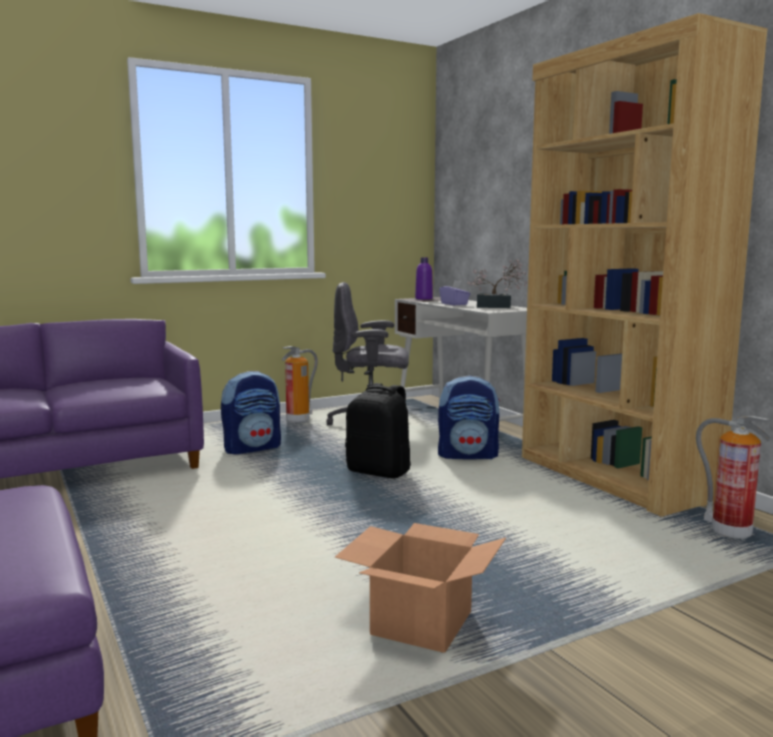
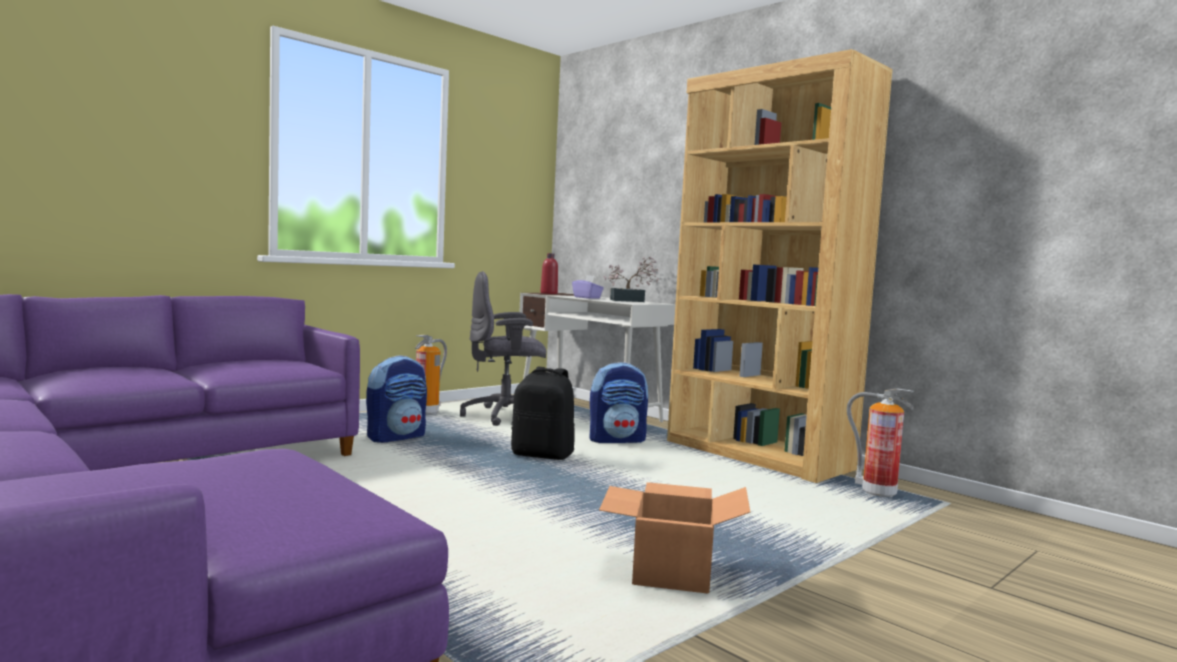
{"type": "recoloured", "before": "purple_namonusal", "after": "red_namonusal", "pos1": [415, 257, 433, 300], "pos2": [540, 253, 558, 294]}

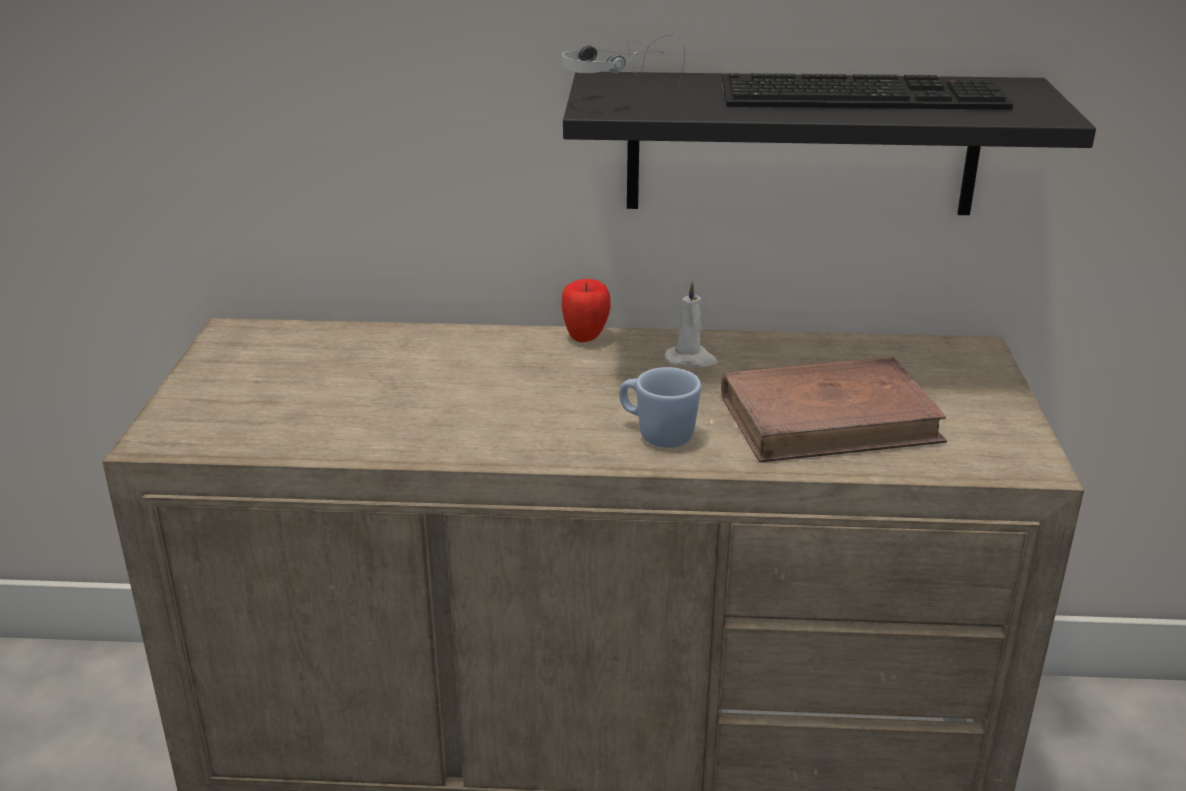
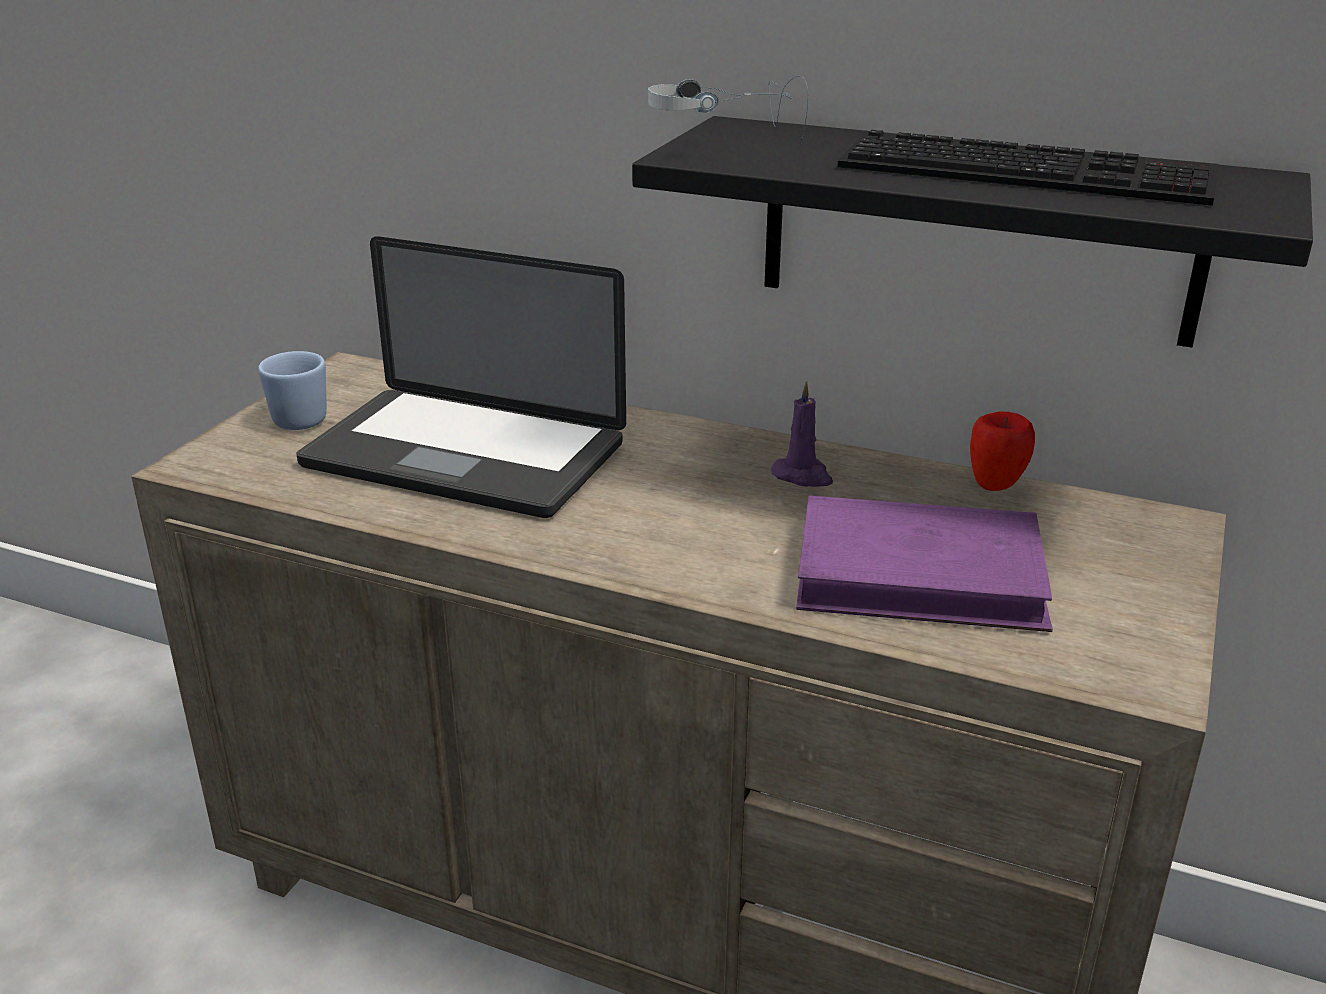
{"type": "added", "after": "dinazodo", "pos2": [296, 236, 626, 518]}
{"type": "moved", "before": "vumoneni", "pos1": [562, 279, 610, 342], "pos2": [970, 411, 1035, 491]}
{"type": "moved", "before": "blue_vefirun", "pos1": [619, 367, 701, 448], "pos2": [258, 351, 327, 430]}
{"type": "recoloured", "before": "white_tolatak", "after": "purple_tolatak", "pos1": [665, 281, 718, 368], "pos2": [771, 380, 833, 487]}
{"type": "recoloured", "before": "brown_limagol", "after": "purple_limagol", "pos1": [721, 357, 947, 462], "pos2": [796, 496, 1053, 632]}

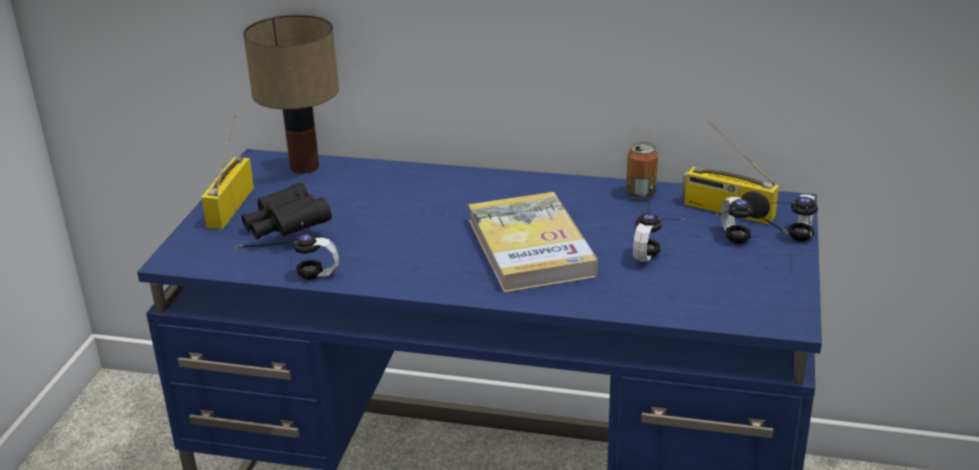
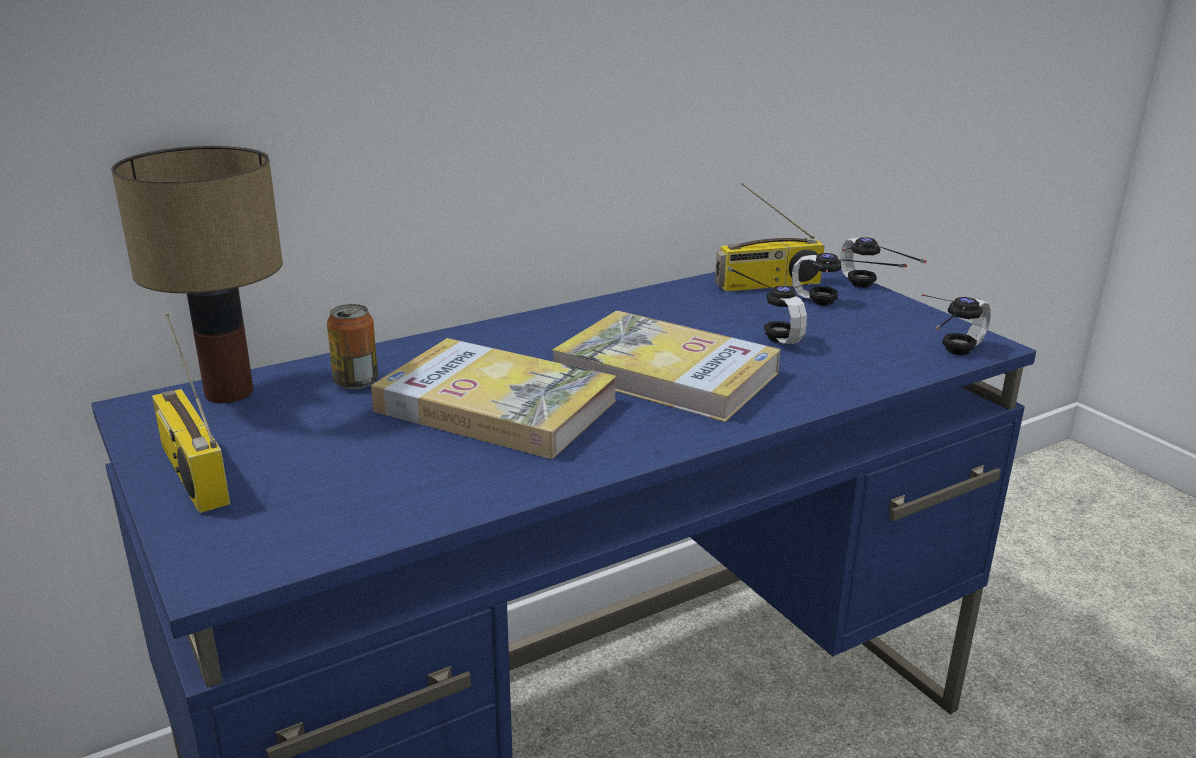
{"type": "removed", "before": "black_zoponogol", "pos1": [241, 182, 332, 240]}
{"type": "added", "after": "limagol", "pos2": [371, 338, 617, 459]}
{"type": "moved", "before": "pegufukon", "pos1": [236, 223, 339, 280], "pos2": [922, 294, 991, 355]}
{"type": "moved", "before": "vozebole", "pos1": [626, 142, 658, 199], "pos2": [327, 304, 378, 389]}

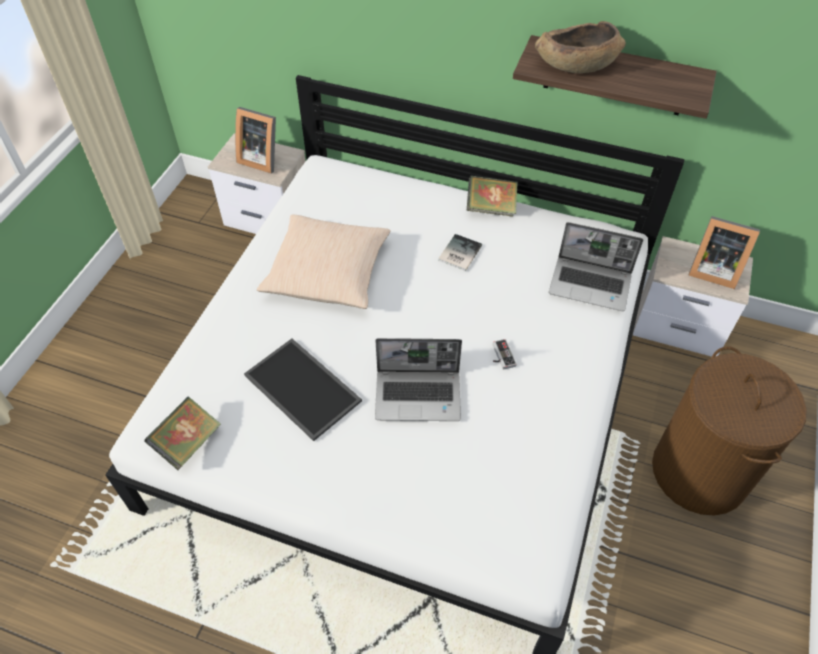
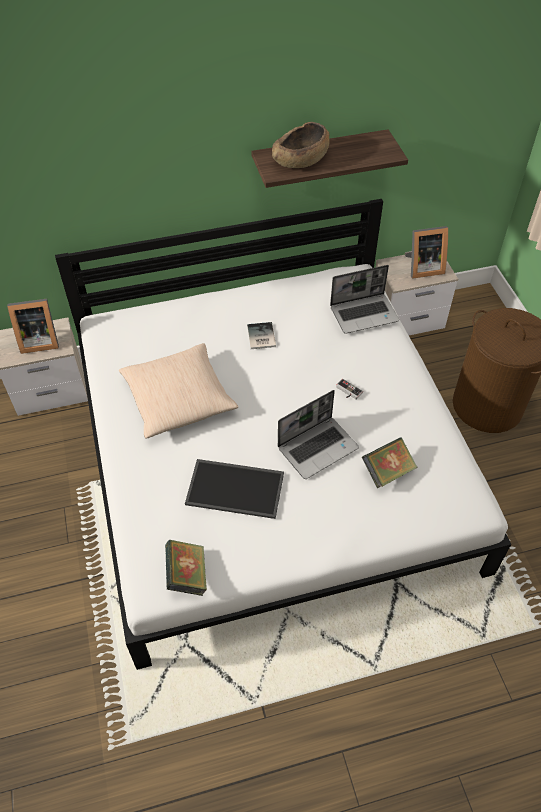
{"type": "moved", "before": "limagol", "pos1": [467, 175, 518, 217], "pos2": [362, 437, 417, 488]}

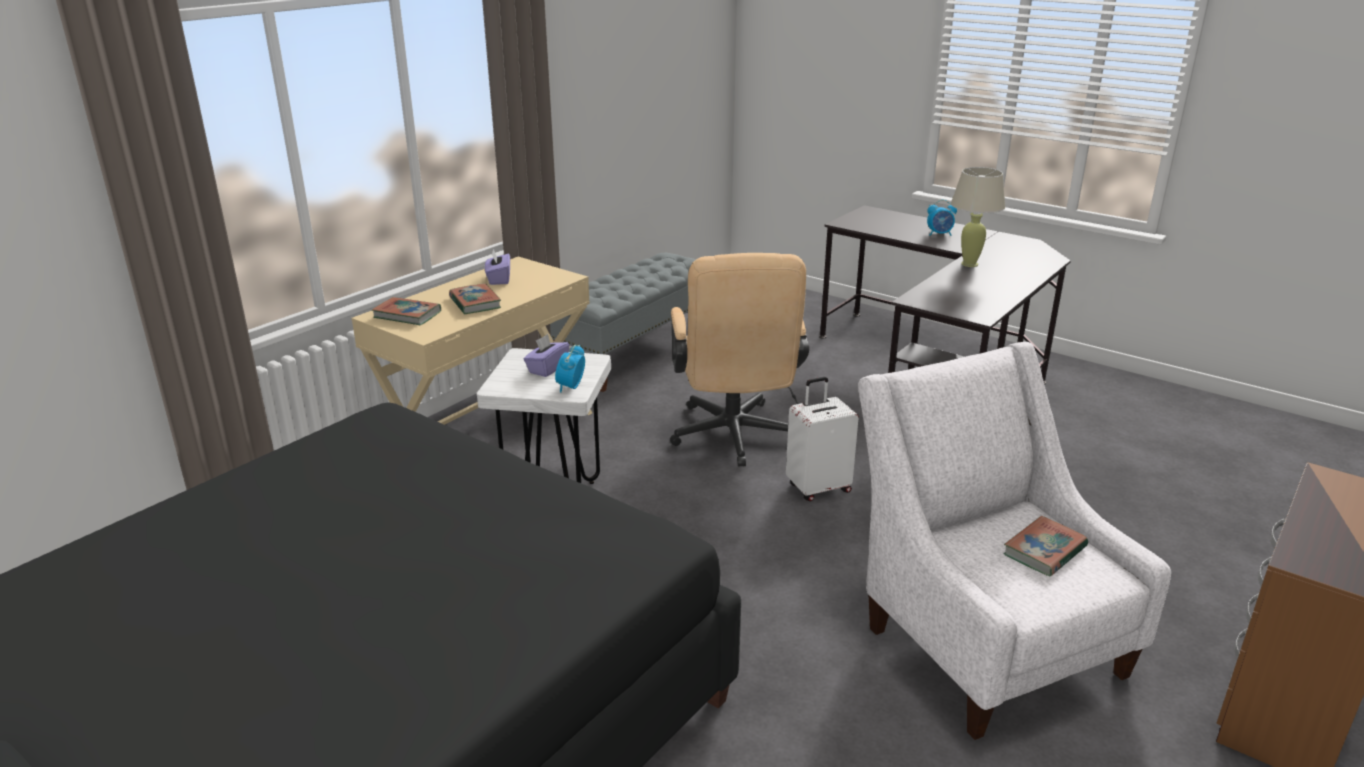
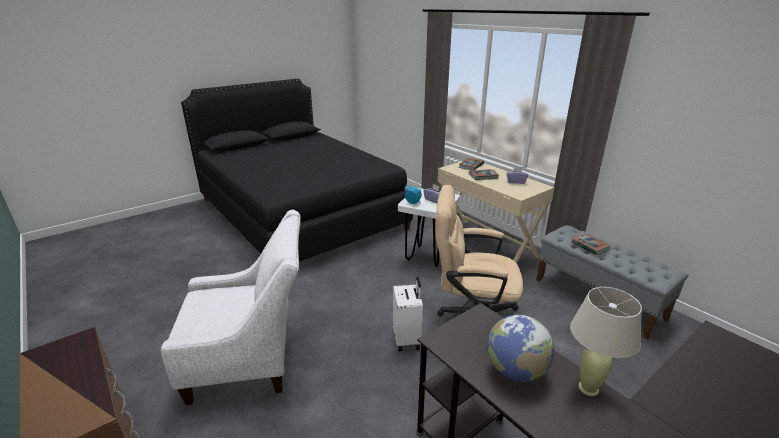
{"type": "removed", "before": "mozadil", "pos1": [927, 200, 957, 236]}
{"type": "added", "after": "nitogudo", "pos2": [487, 315, 555, 382]}
{"type": "moved", "before": "limagol", "pos1": [1004, 516, 1088, 576], "pos2": [571, 233, 611, 255]}

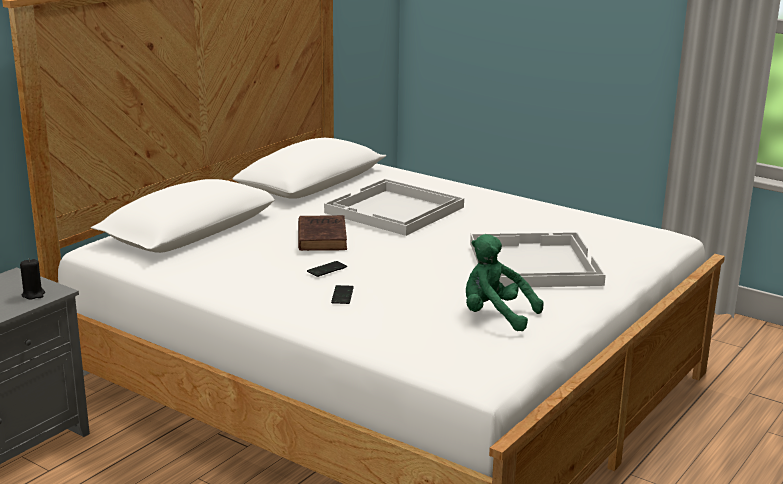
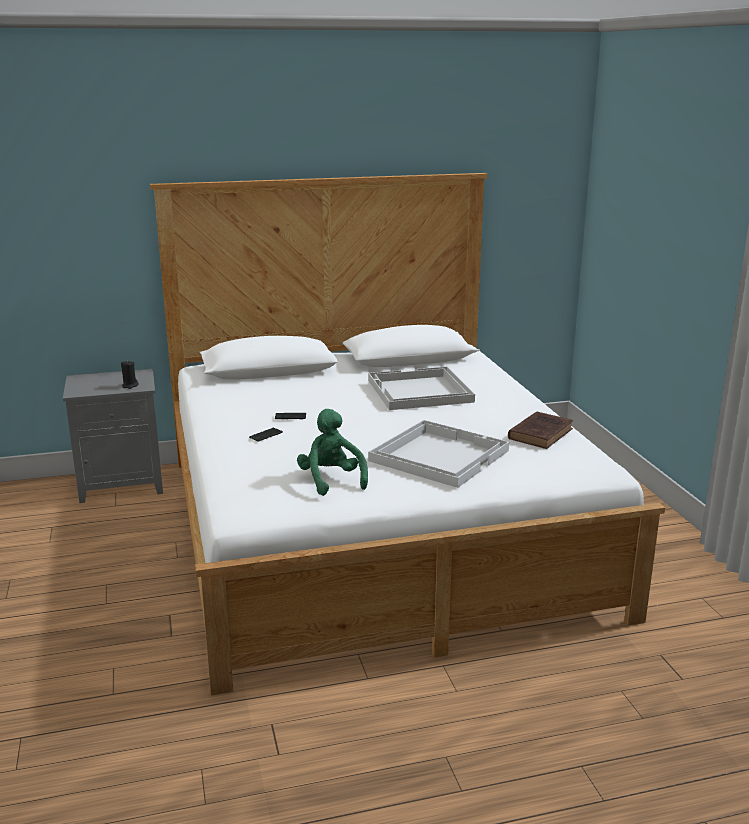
{"type": "moved", "before": "brown_limagol", "pos1": [298, 215, 347, 251], "pos2": [508, 411, 573, 449]}

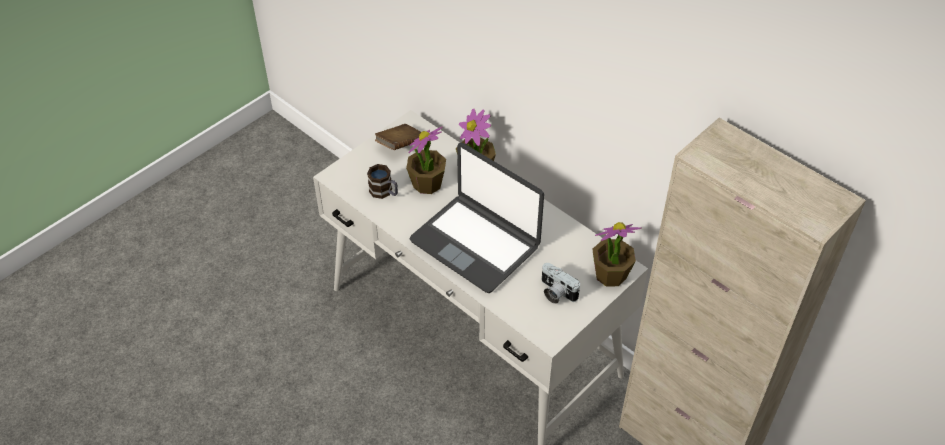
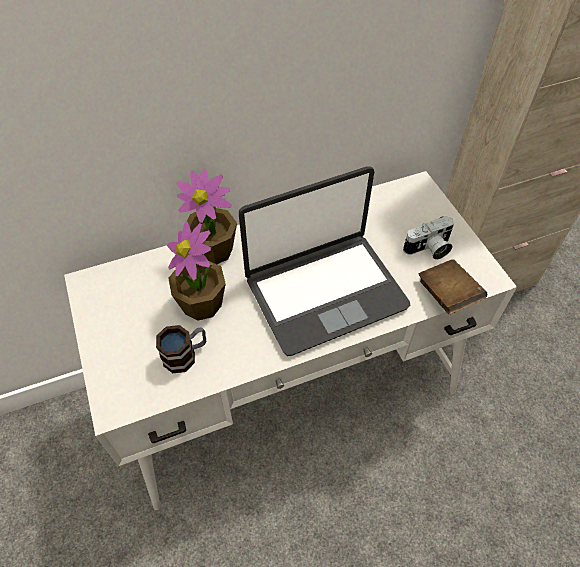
{"type": "removed", "before": "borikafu", "pos1": [592, 222, 642, 287]}
{"type": "moved", "before": "brown_limagol", "pos1": [375, 124, 421, 150], "pos2": [418, 259, 487, 314]}

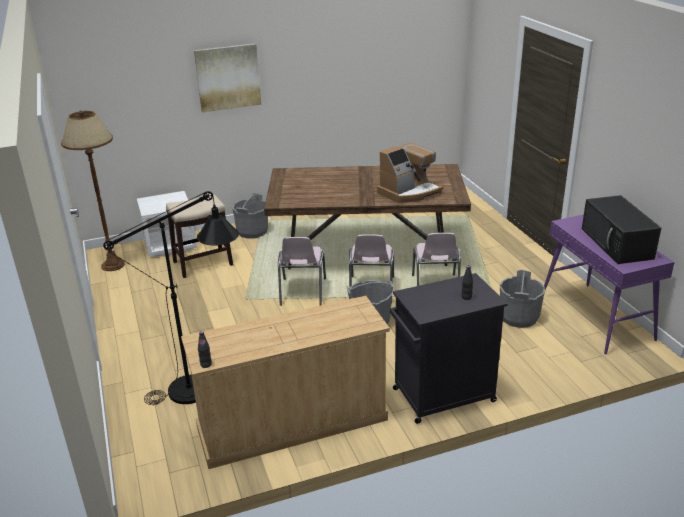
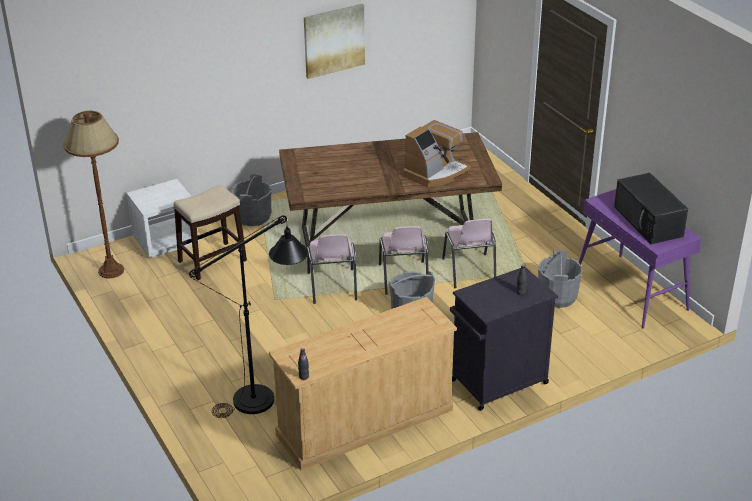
{"type": "moved", "before": "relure", "pos1": [194, 43, 261, 113], "pos2": [304, 4, 365, 79]}

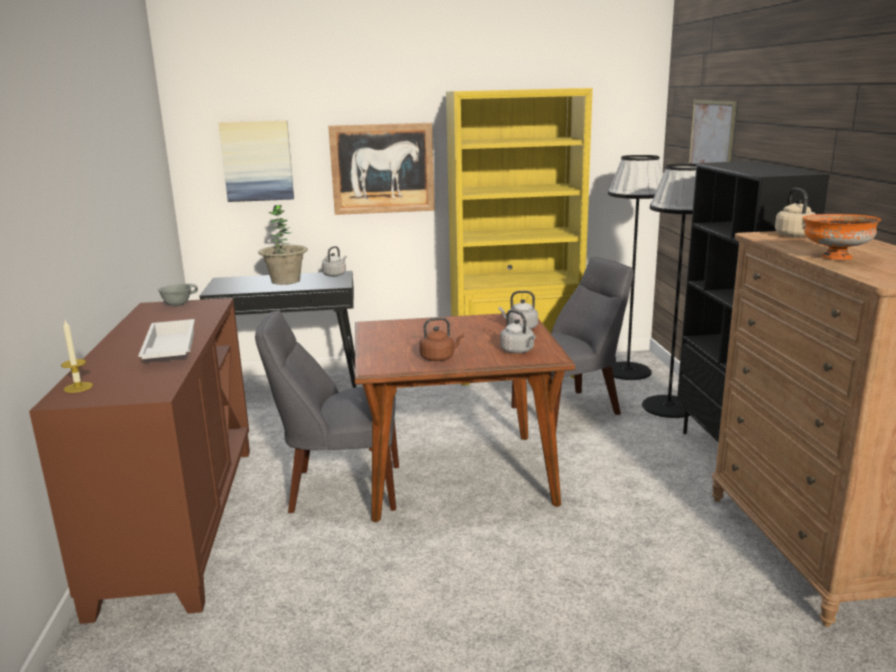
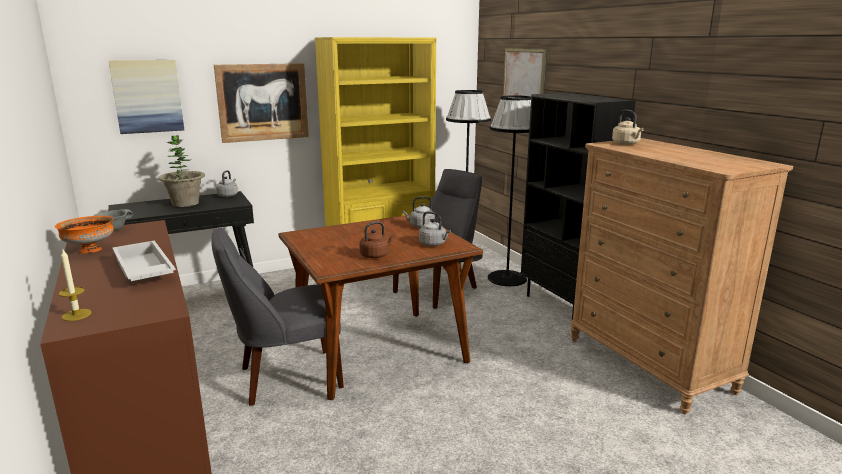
{"type": "moved", "before": "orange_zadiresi", "pos1": [803, 214, 881, 260], "pos2": [55, 216, 114, 253]}

